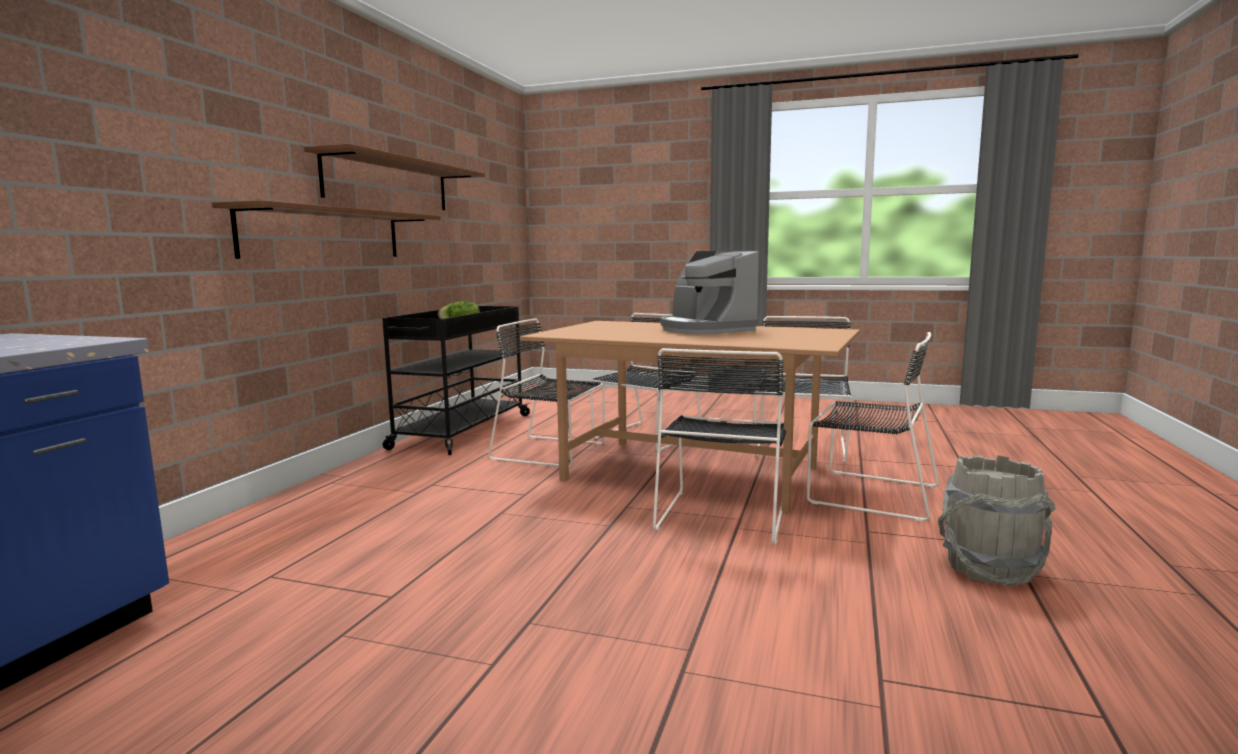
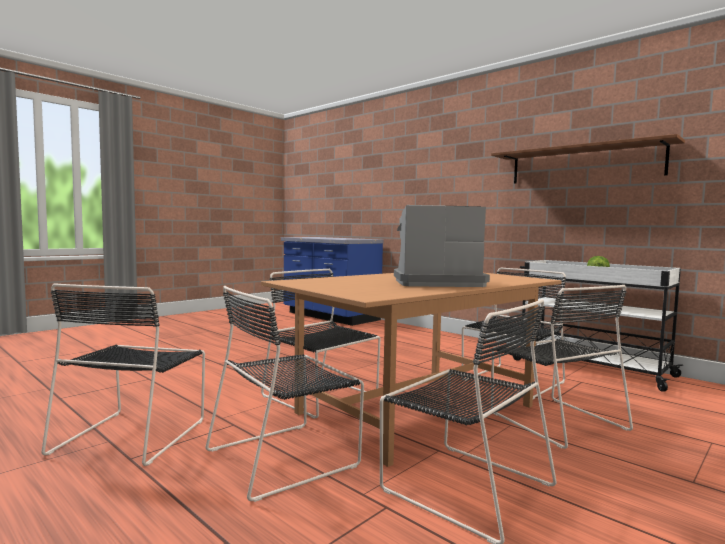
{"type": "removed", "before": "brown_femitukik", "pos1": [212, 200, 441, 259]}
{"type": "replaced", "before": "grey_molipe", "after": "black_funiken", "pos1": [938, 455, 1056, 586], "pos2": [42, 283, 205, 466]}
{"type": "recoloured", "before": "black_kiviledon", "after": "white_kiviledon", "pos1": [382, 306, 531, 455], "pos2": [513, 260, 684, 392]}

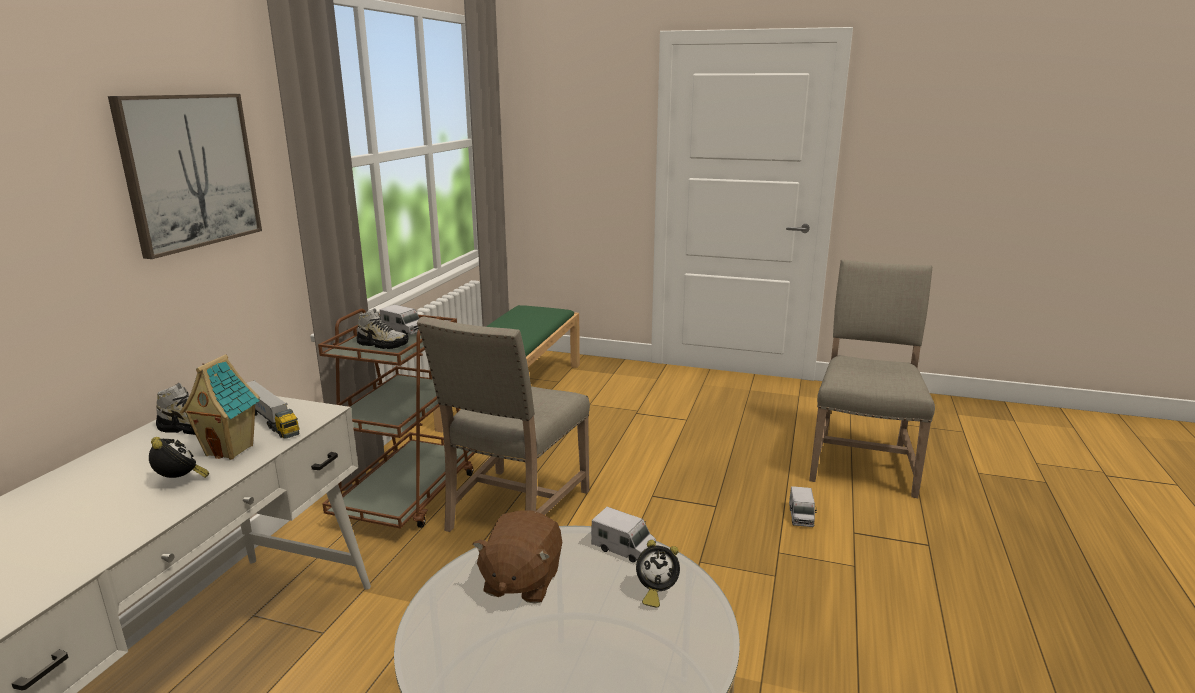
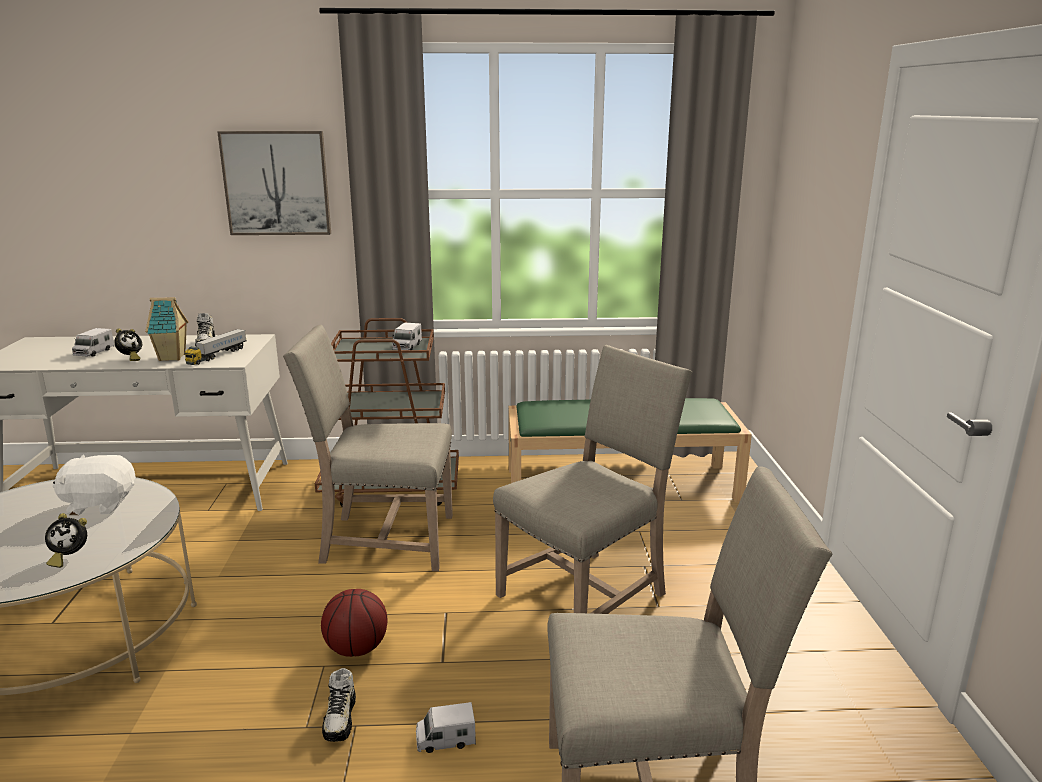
{"type": "added", "after": "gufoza", "pos2": [321, 589, 387, 657]}
{"type": "added", "after": "beige_funiken", "pos2": [493, 345, 692, 614]}
{"type": "moved", "before": "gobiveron", "pos1": [357, 308, 408, 349], "pos2": [322, 668, 356, 742]}
{"type": "moved", "before": "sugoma", "pos1": [591, 507, 656, 563], "pos2": [72, 328, 115, 357]}
{"type": "recoloured", "before": "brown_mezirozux", "after": "white_mezirozux", "pos1": [472, 510, 562, 604], "pos2": [52, 454, 136, 515]}
{"type": "turned", "before": "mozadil", "pos1": [636, 540, 680, 608], "pos2": [45, 513, 87, 568], "turn": -75}

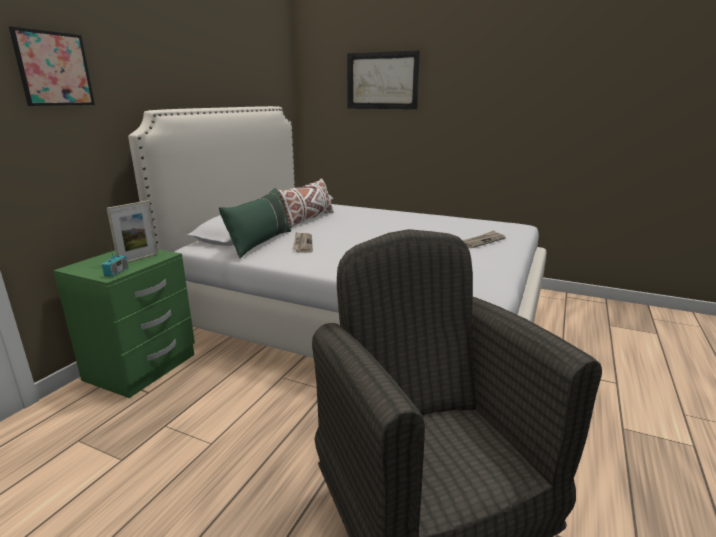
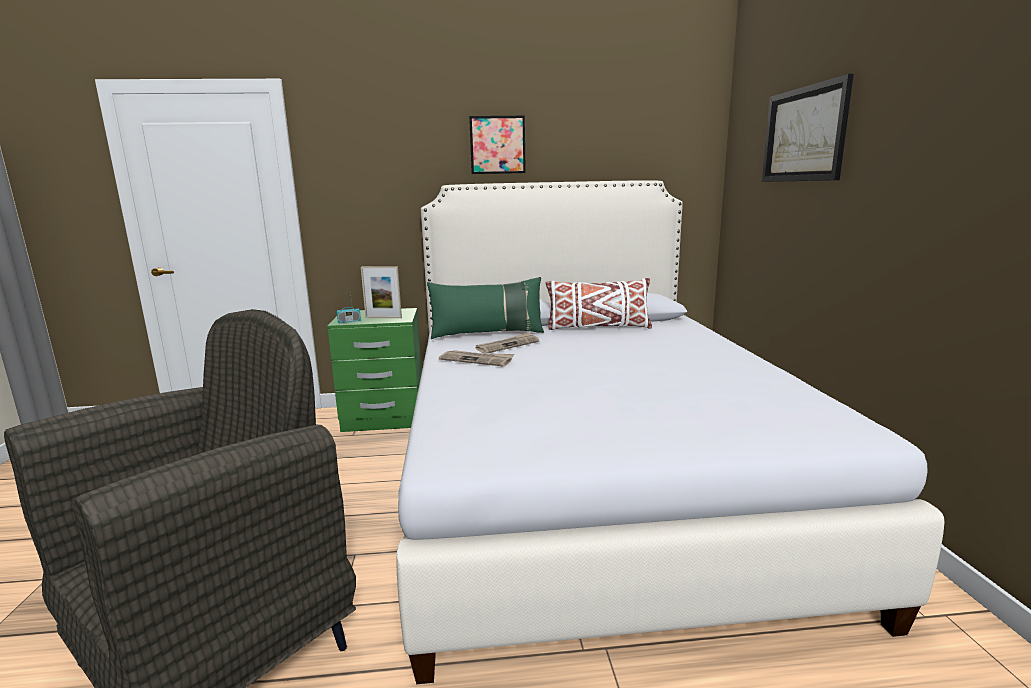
{"type": "moved", "before": "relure", "pos1": [9, 26, 95, 106], "pos2": [469, 116, 526, 174]}
{"type": "moved", "before": "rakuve", "pos1": [463, 230, 506, 248], "pos2": [439, 350, 514, 367]}

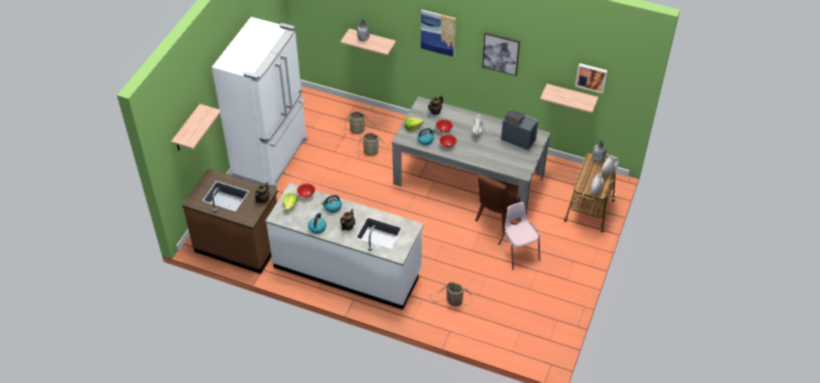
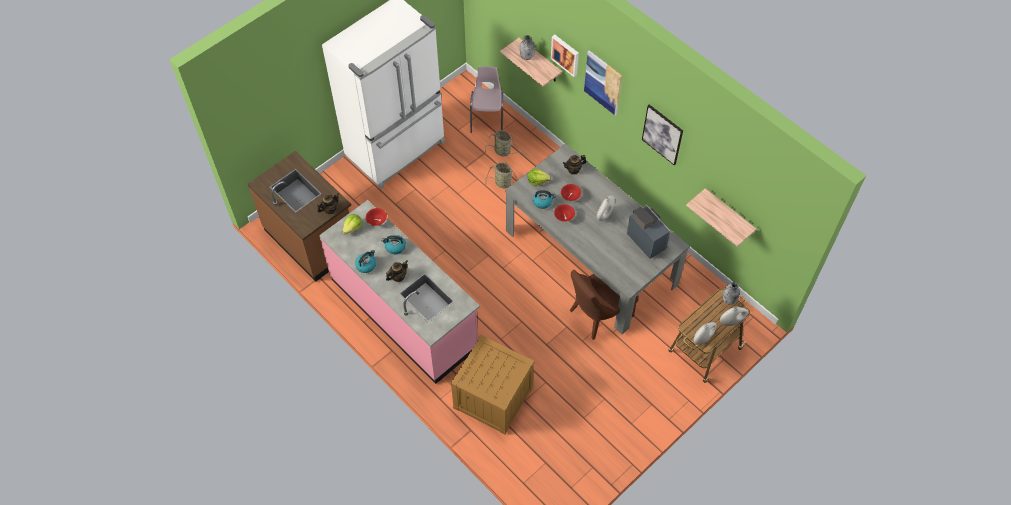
{"type": "removed", "before": "femitukik", "pos1": [171, 104, 221, 151]}
{"type": "moved", "before": "pink_funiken", "pos1": [498, 202, 540, 270], "pos2": [470, 66, 503, 133]}
{"type": "moved", "before": "relure", "pos1": [575, 63, 608, 94], "pos2": [551, 35, 579, 77]}
{"type": "replaced", "before": "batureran", "after": "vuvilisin", "pos1": [430, 283, 472, 307], "pos2": [451, 335, 534, 434]}
{"type": "recoloured", "before": "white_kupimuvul", "after": "pink_kupimuvul", "pos1": [265, 183, 424, 310], "pos2": [319, 200, 480, 384]}

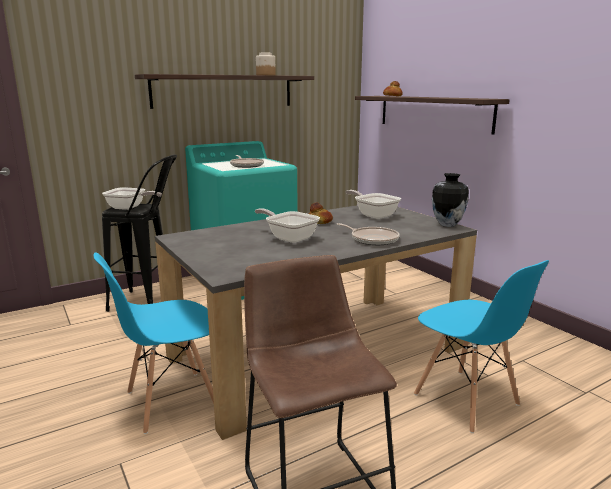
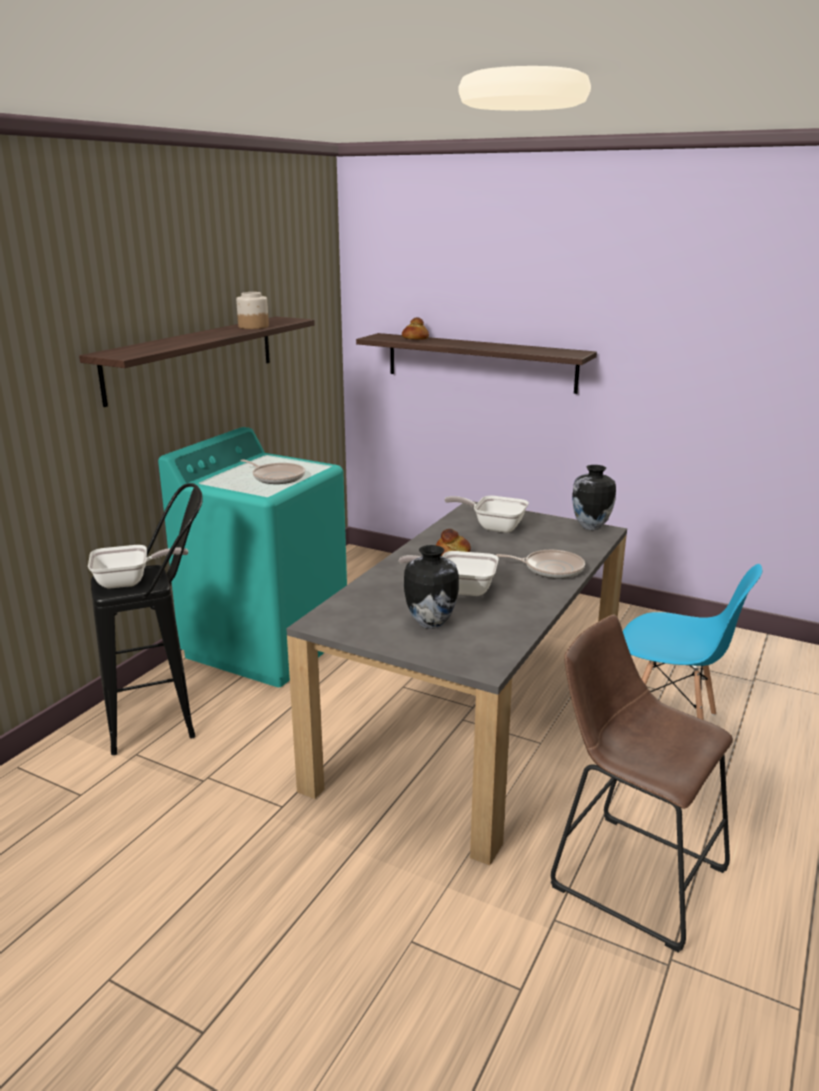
{"type": "removed", "before": "blue_funiken", "pos1": [94, 252, 214, 434]}
{"type": "added", "after": "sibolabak", "pos2": [404, 545, 459, 629]}

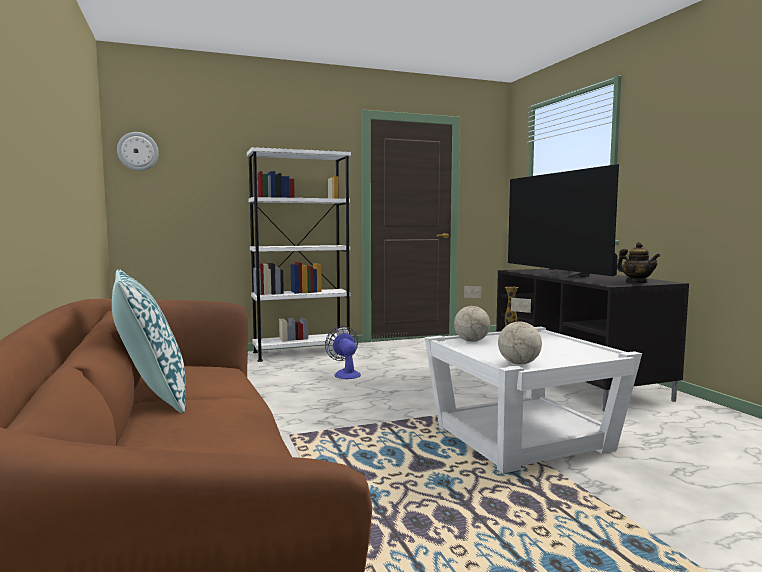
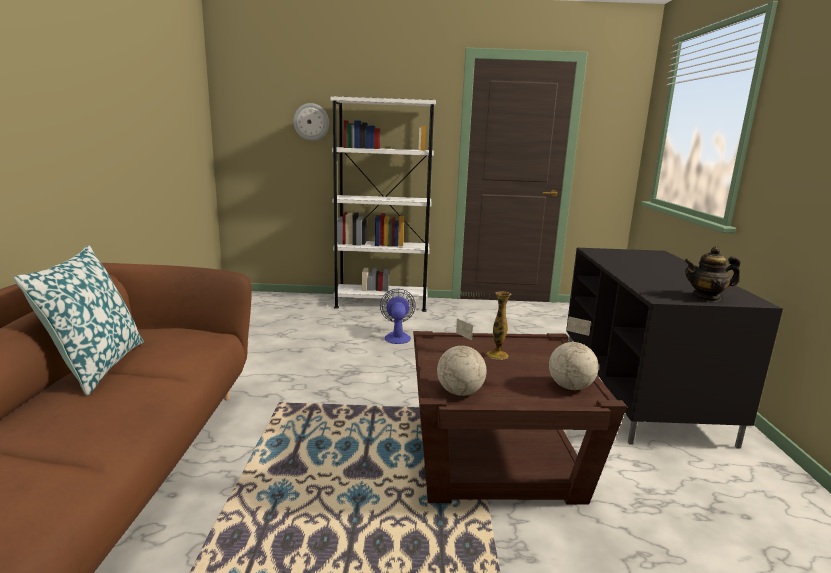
{"type": "removed", "before": "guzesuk", "pos1": [508, 164, 619, 278]}
{"type": "moved", "before": "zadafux", "pos1": [117, 132, 159, 171], "pos2": [293, 103, 329, 141]}
{"type": "moved", "before": "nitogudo", "pos1": [454, 286, 490, 342], "pos2": [549, 317, 599, 390]}
{"type": "recoloured", "before": "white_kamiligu", "after": "brown_kamiligu", "pos1": [425, 327, 642, 474], "pos2": [413, 331, 627, 504]}
{"type": "turned", "before": "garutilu", "pos1": [617, 242, 660, 283], "pos2": [684, 247, 741, 302], "turn": 105}

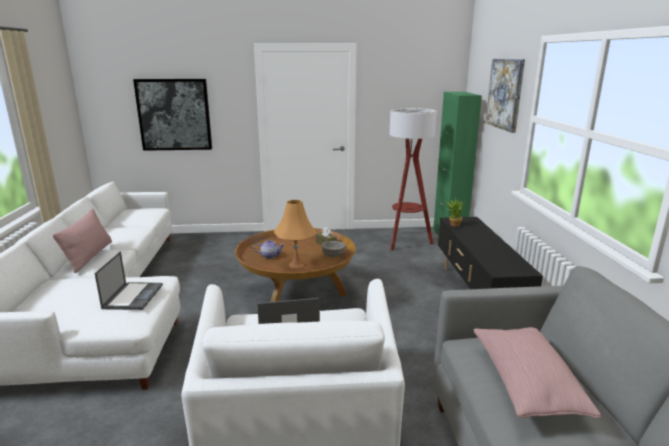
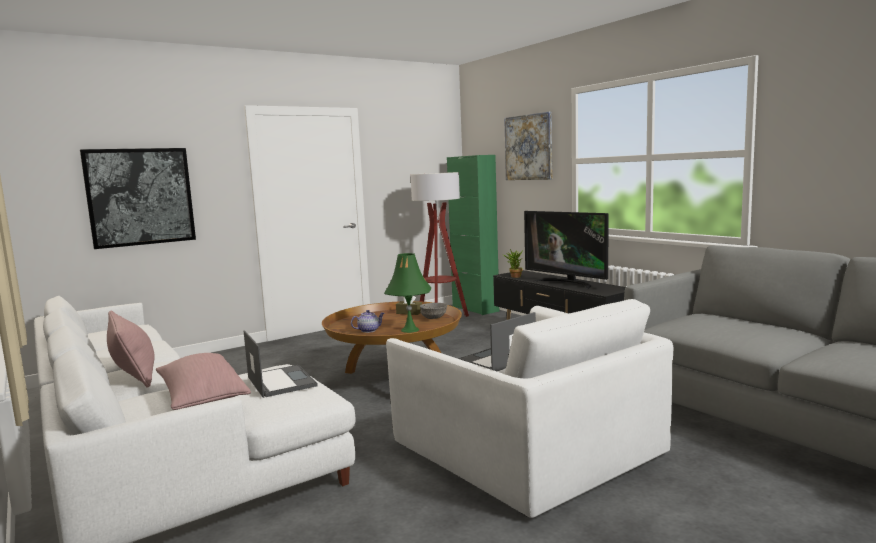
{"type": "added", "after": "guzesuk", "pos2": [524, 211, 608, 289]}
{"type": "moved", "before": "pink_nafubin", "pos1": [473, 327, 601, 419], "pos2": [156, 353, 251, 410]}
{"type": "recoloured", "before": "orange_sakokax", "after": "green_sakokax", "pos1": [274, 200, 317, 268], "pos2": [384, 253, 431, 333]}

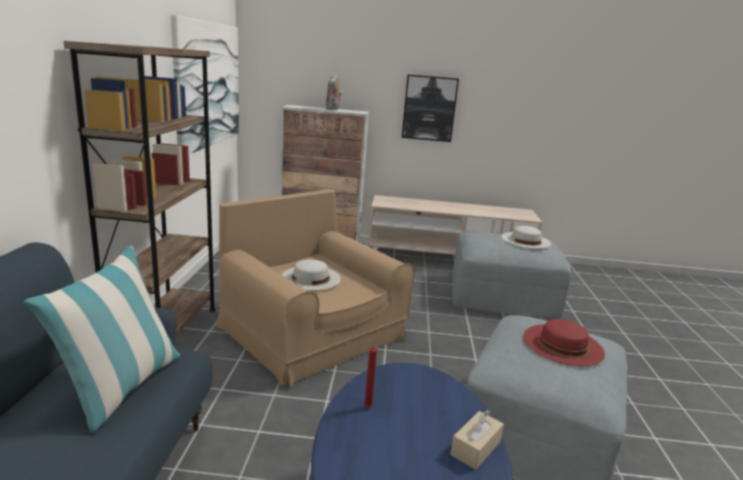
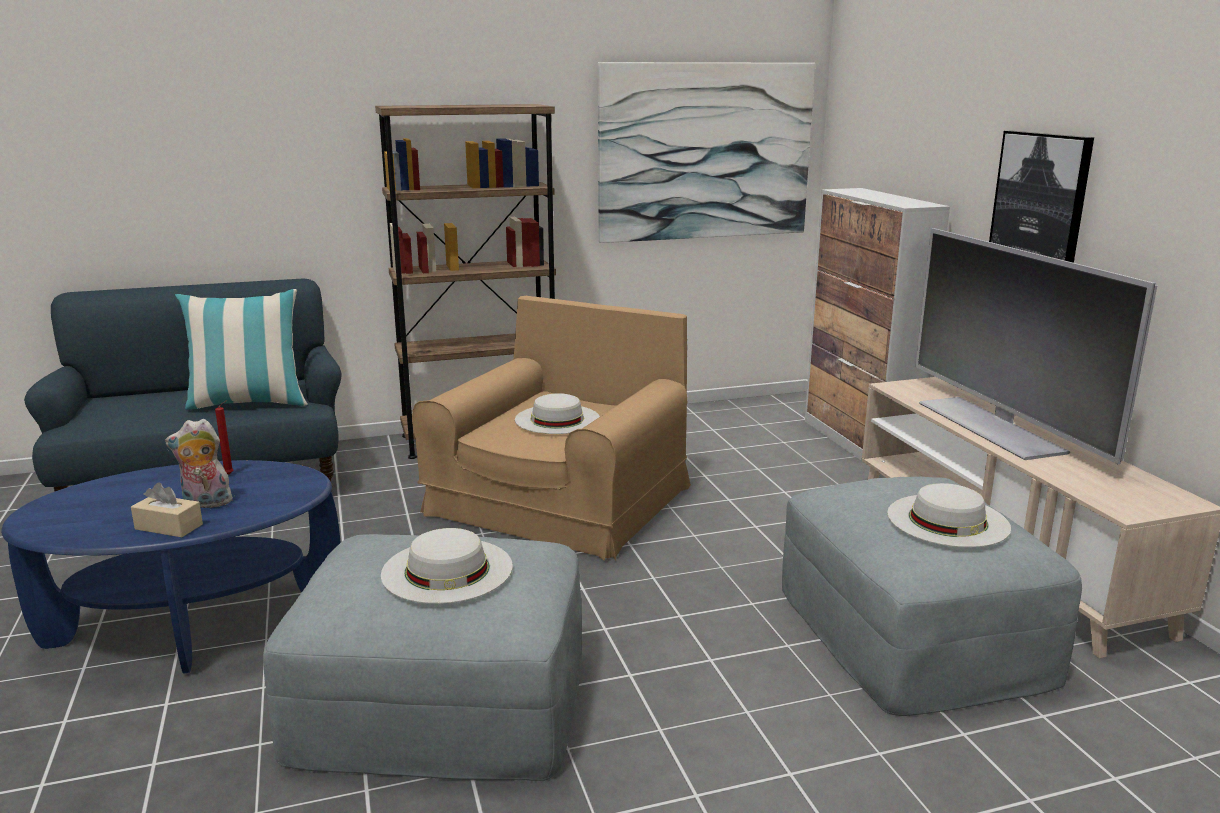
{"type": "added", "after": "guzesuk", "pos2": [915, 228, 1157, 464]}
{"type": "moved", "before": "mezirozux", "pos1": [326, 75, 341, 110], "pos2": [165, 419, 233, 508]}
{"type": "recoloured", "before": "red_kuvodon", "after": "white_kuvodon", "pos1": [523, 319, 605, 366], "pos2": [381, 528, 513, 604]}

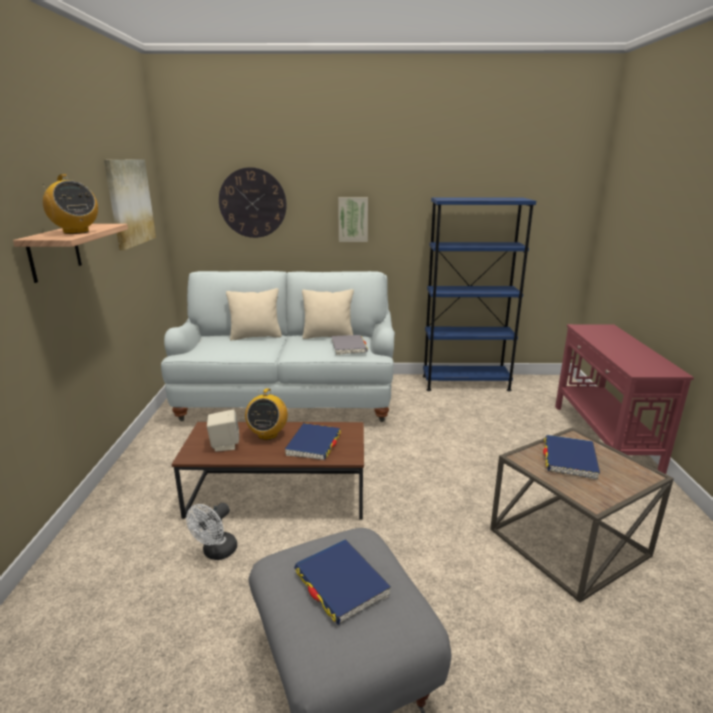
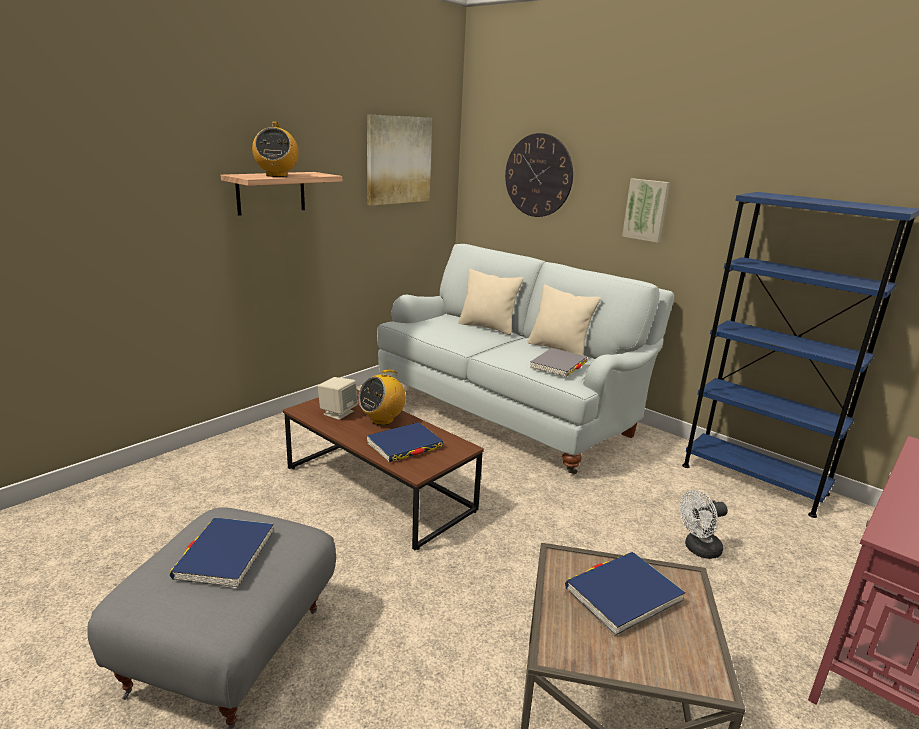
{"type": "moved", "before": "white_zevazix", "pos1": [186, 503, 237, 560], "pos2": [680, 490, 728, 559]}

